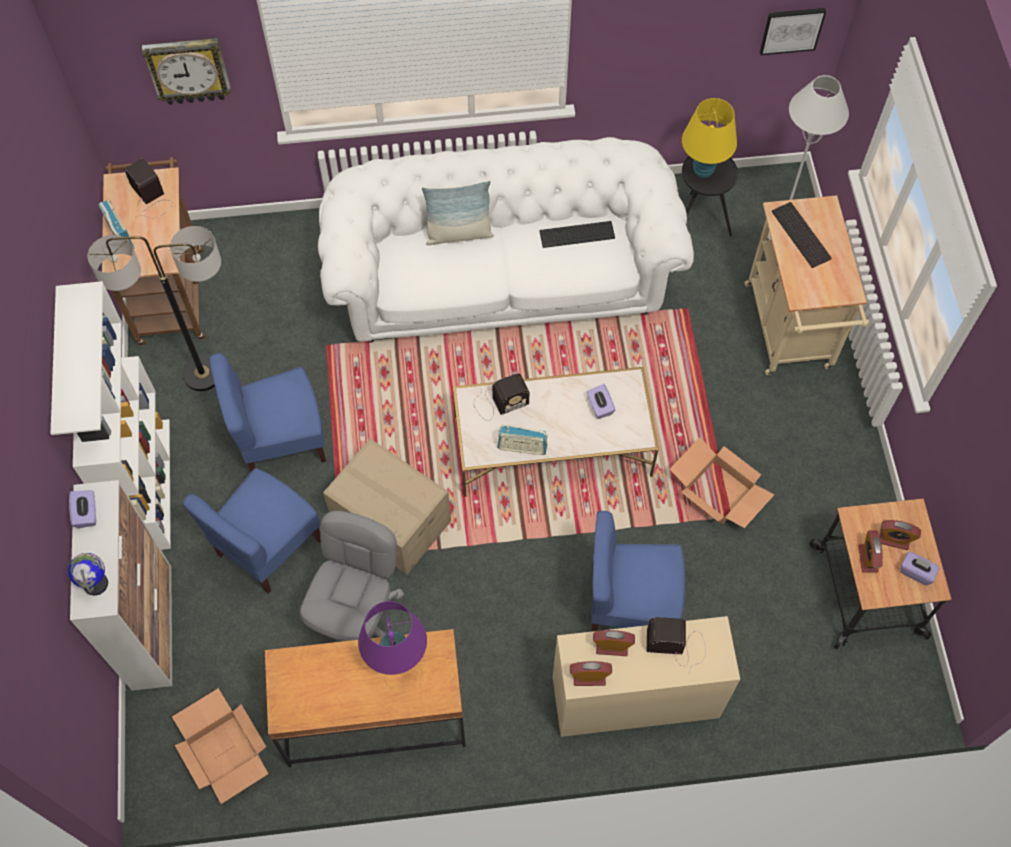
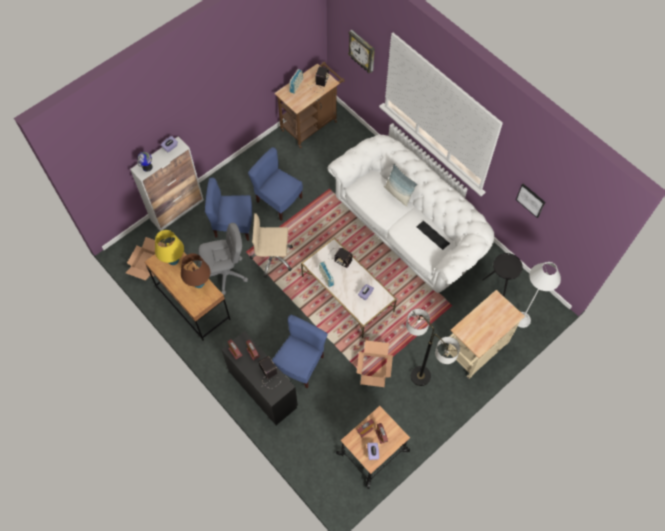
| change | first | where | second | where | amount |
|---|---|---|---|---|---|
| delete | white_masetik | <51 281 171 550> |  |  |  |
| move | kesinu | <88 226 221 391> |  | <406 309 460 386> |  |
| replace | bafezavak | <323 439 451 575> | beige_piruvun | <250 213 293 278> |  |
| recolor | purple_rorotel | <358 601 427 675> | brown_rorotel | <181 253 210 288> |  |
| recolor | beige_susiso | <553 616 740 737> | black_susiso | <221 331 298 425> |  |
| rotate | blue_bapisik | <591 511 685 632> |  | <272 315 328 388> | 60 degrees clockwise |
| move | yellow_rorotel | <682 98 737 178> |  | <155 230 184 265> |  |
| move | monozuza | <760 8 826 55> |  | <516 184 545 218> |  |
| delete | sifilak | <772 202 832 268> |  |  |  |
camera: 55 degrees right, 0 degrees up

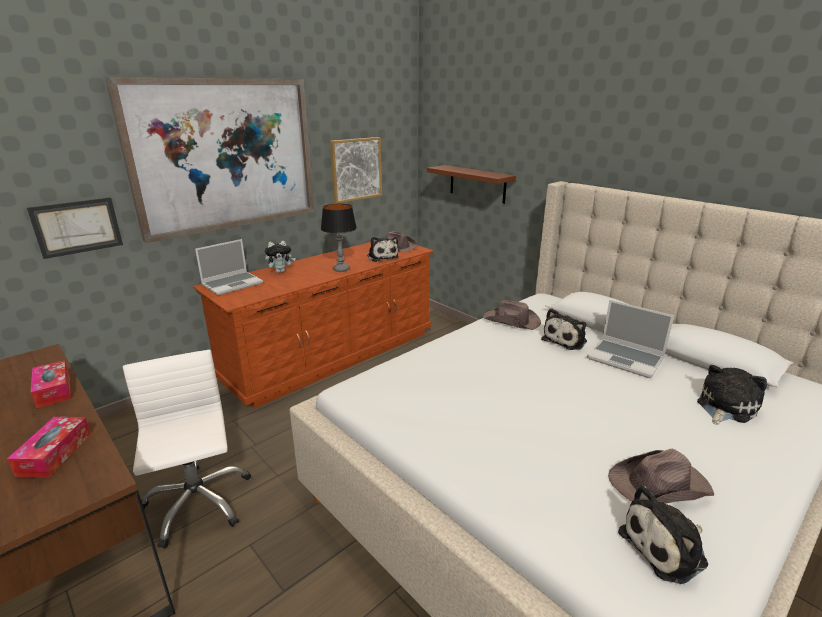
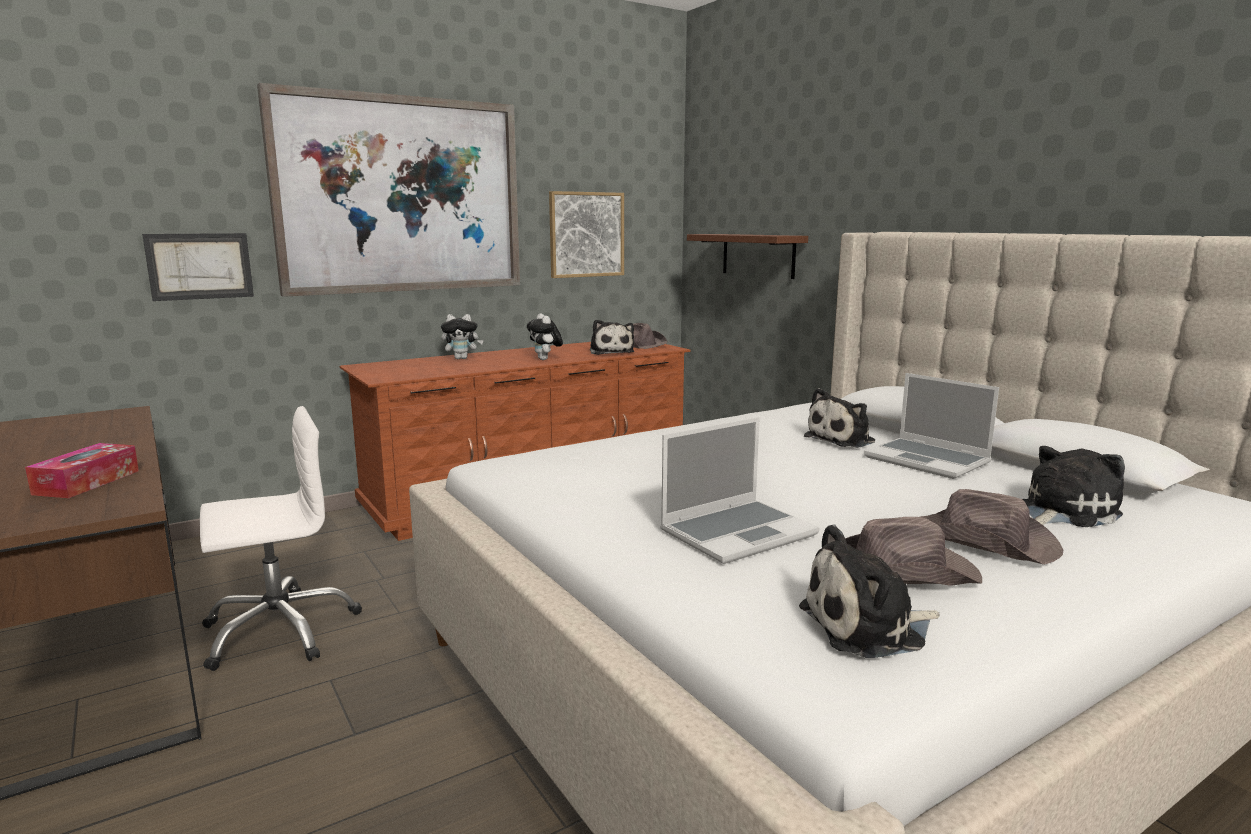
| change | first | where | second | where | amount |
|---|---|---|---|---|---|
| delete | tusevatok | <31 360 71 408> |  |  |  |
| rotate | white_piruvun | <123 350 251 549> |  | <200 406 362 671> | 75 degrees clockwise |
| move | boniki | <195 239 263 295> |  | <660 417 820 564> |  |
| replace | rorotel | <321 203 357 272> | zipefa | <527 313 563 360> |  |
| move | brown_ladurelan | <483 300 541 330> |  | <920 489 1063 565> |  |
camera: 10 degrees right, 10 degrees down

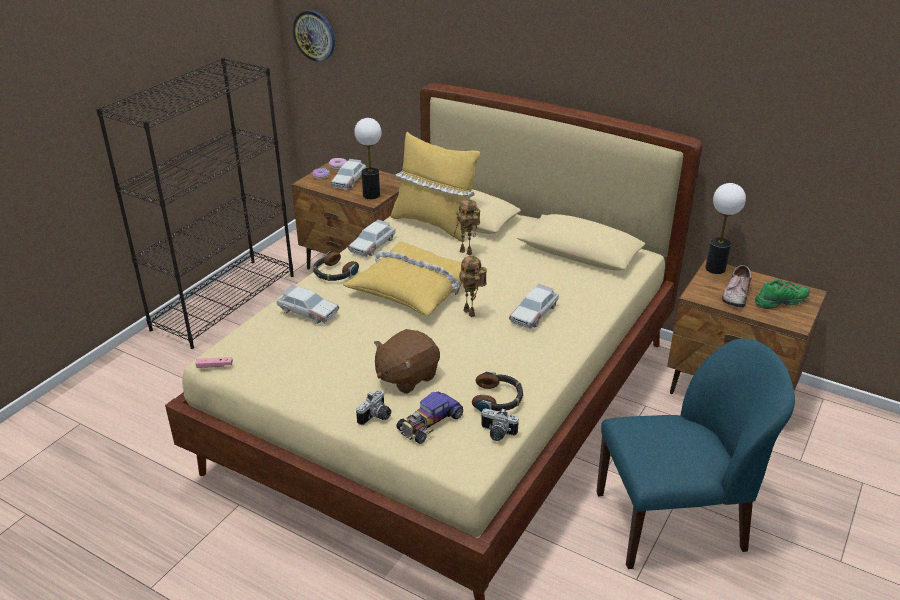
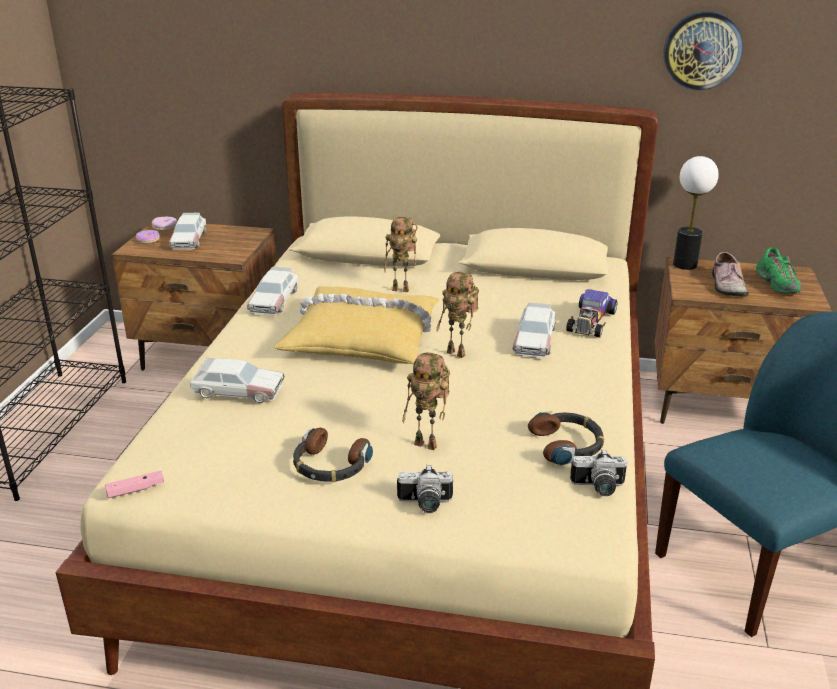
| change | first | where | second | where | amount |
|---|---|---|---|---|---|
| move | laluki | <293 10 335 62> |  | <663 11 743 90> |  |
| move | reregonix | <313 251 359 281> |  | <293 428 373 482> |  |
| delete | rorotel | <354 118 382 199> |  |  |  |
| rotate | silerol | <356 390 391 425> |  | <397 465 453 513> | 75 degrees clockwise |
| replace | brown_zipefa | <374 329 440 394> | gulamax | <402 352 450 450> |  |
| delete | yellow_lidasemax | <391 132 480 242> |  |  |  |
| move | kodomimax | <396 392 463 444> |  | <566 289 617 337> |  |
| rotate | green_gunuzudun | <755 279 810 309> |  | <756 247 802 294> | 120 degrees clockwise |
camera: 20 degrees left, 5 degrees down

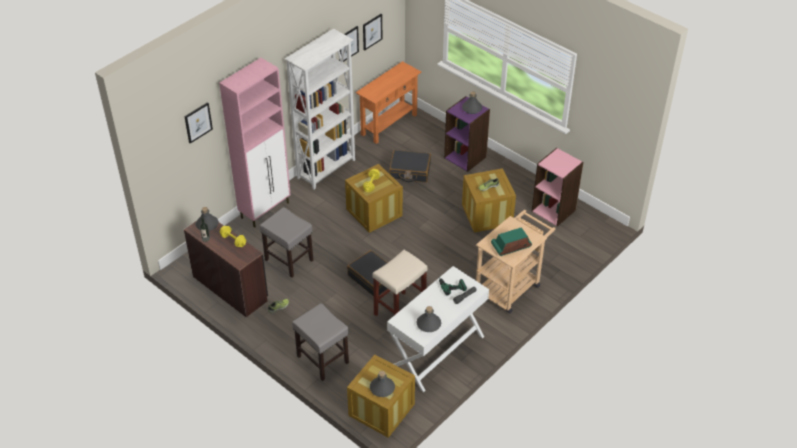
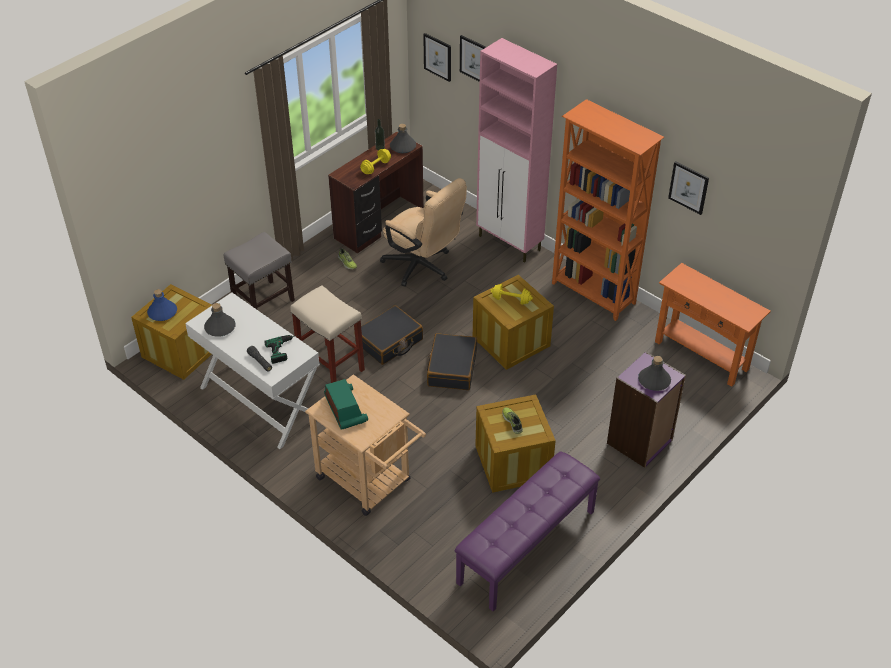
| change | first | where | second | where | amount |
|---|---|---|---|---|---|
| replace | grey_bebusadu | <260 207 313 278> | beige_piruvun | <380 178 467 287> |  |
| recolor | white_masetik | <285 29 355 190> | orange_masetik | <552 99 664 321> |  |
| move | monozuza | <363 14 382 51> |  | <423 33 451 82> |  |
| recolor | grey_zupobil | <370 371 395 397> | blue_zupobil | <147 289 177 321> |  |
| move | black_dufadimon | <389 150 431 182> |  | <427 333 477 390> |  |
| replace | pink_masetik | <532 148 584 226> | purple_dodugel | <455 451 600 611> |  |
camera: 90 degrees right, 0 degrees up

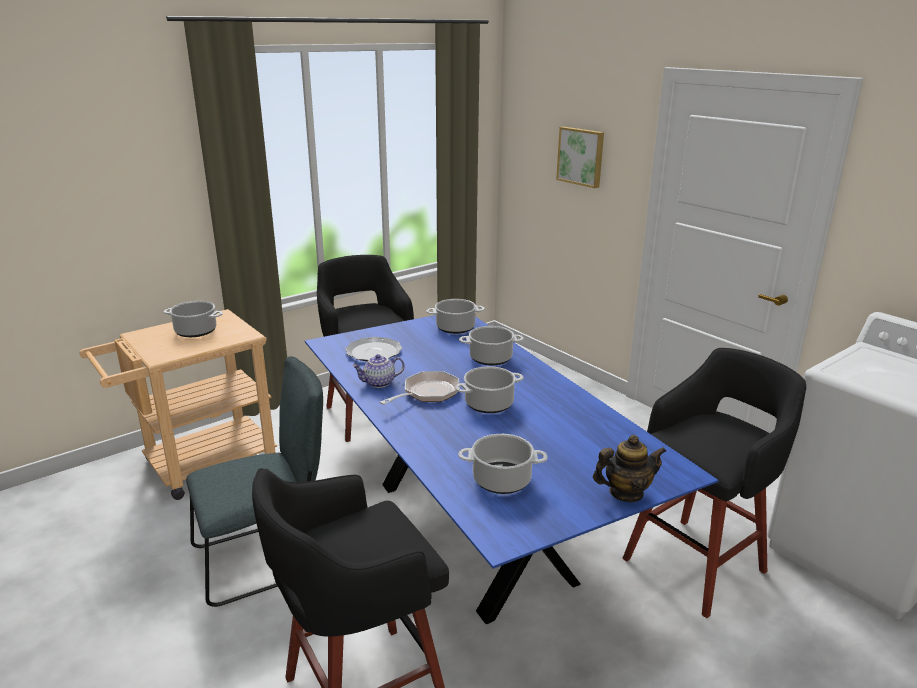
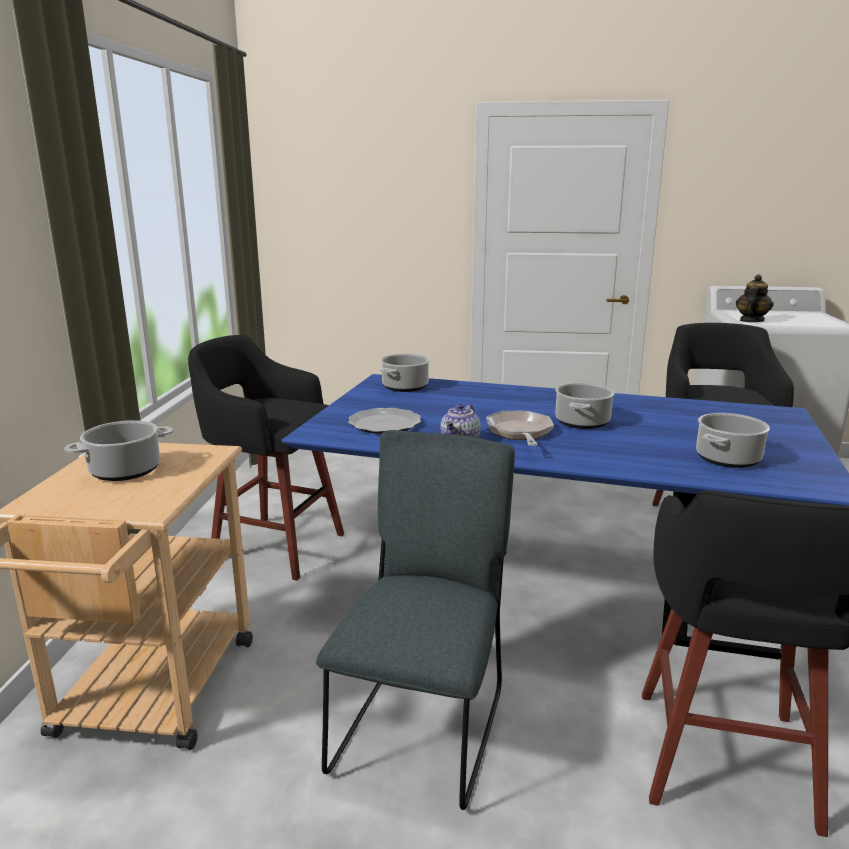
| change | first | where | second | where | amount |
|---|---|---|---|---|---|
| delete | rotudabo | <459 326 524 365> |  |  |  |
| delete | monozuza | <556 127 604 188> |  |  |  |
| move | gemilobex | <593 435 666 502> |  | <736 274 774 322> |  |
camera: 45 degrees left, 5 degrees down

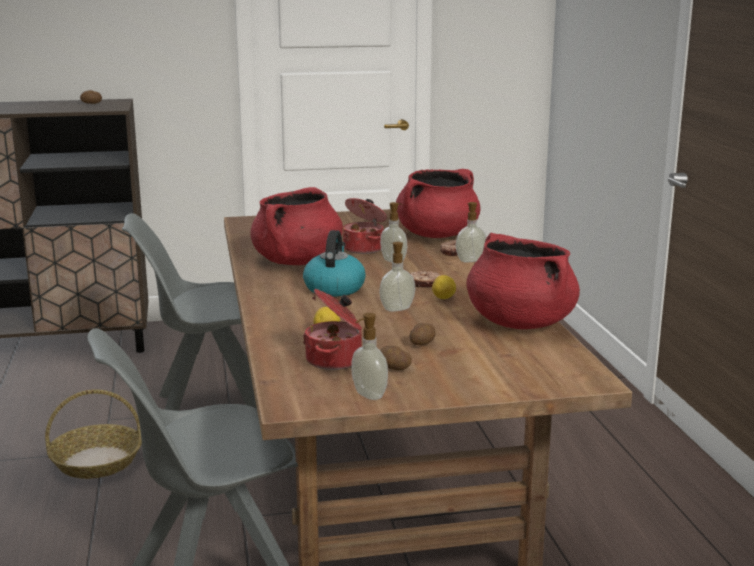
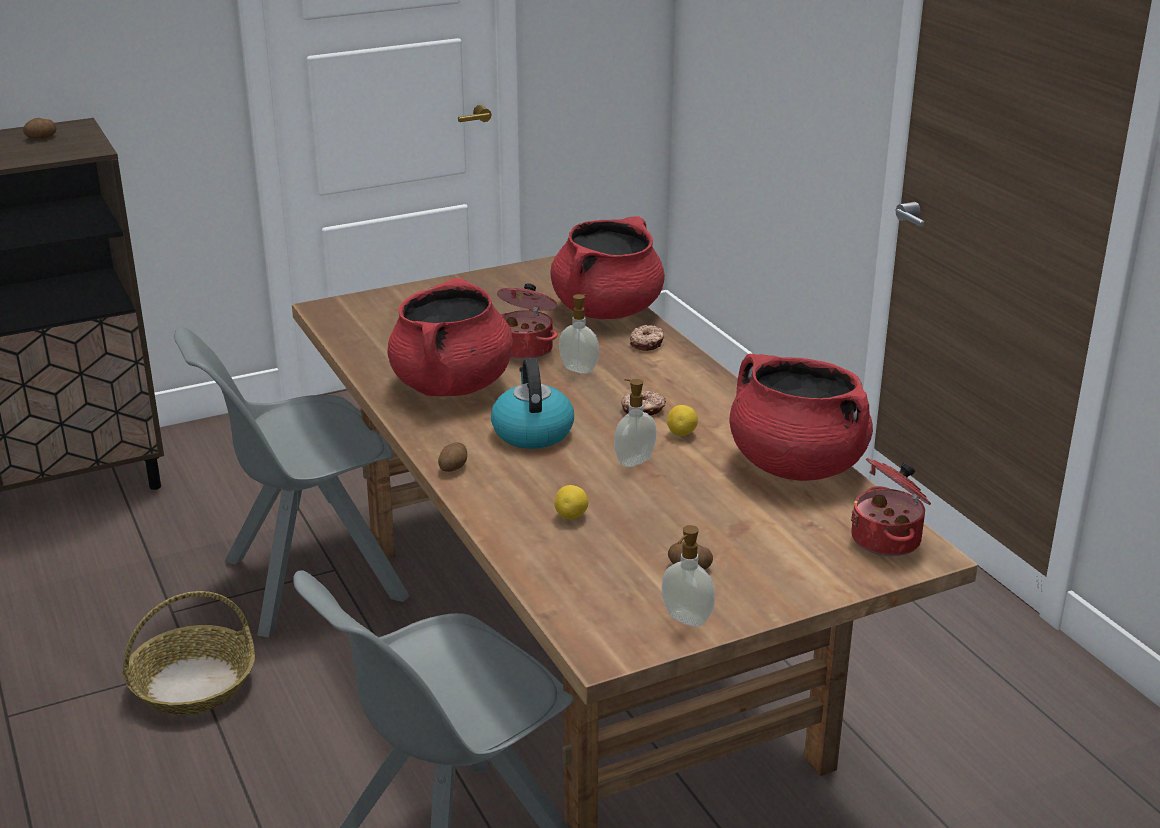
| change | first | where | second | where | amount |
|---|---|---|---|---|---|
| move | rotudabo | <303 289 362 370> |  | <851 458 931 557> |  |
| move | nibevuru | <410 323 436 345> |  | <438 442 467 472> |  |
| delete | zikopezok | <456 202 487 263> |  |  |  |
camera: 15 degrees left, 10 degrees up

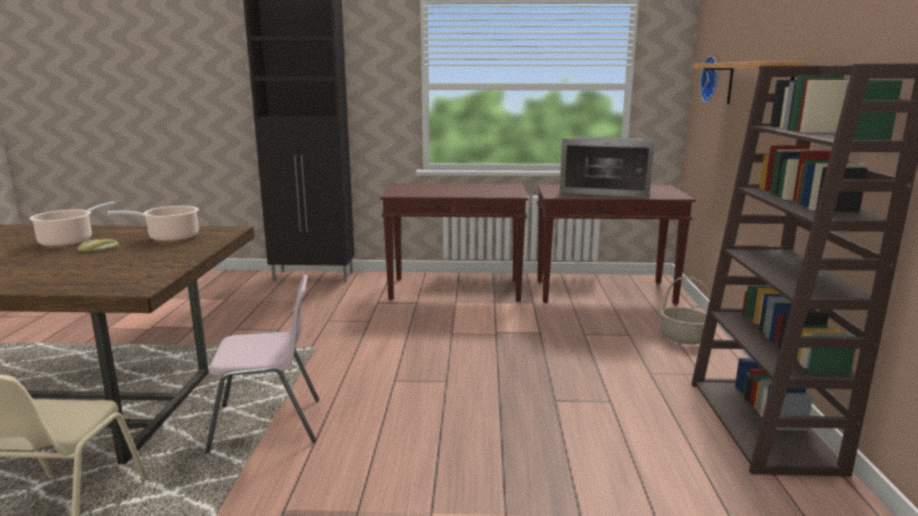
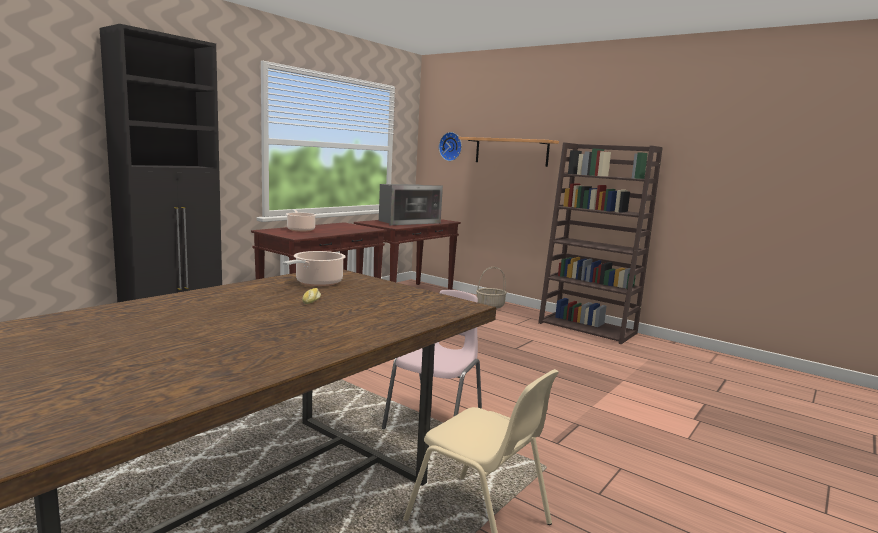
| change | first | where | second | where | amount |
|---|---|---|---|---|---|
| move | rotudabo | <29 202 116 247> |  | <286 209 316 232> |  |
camera: 55 degrees left, 5 degrees down

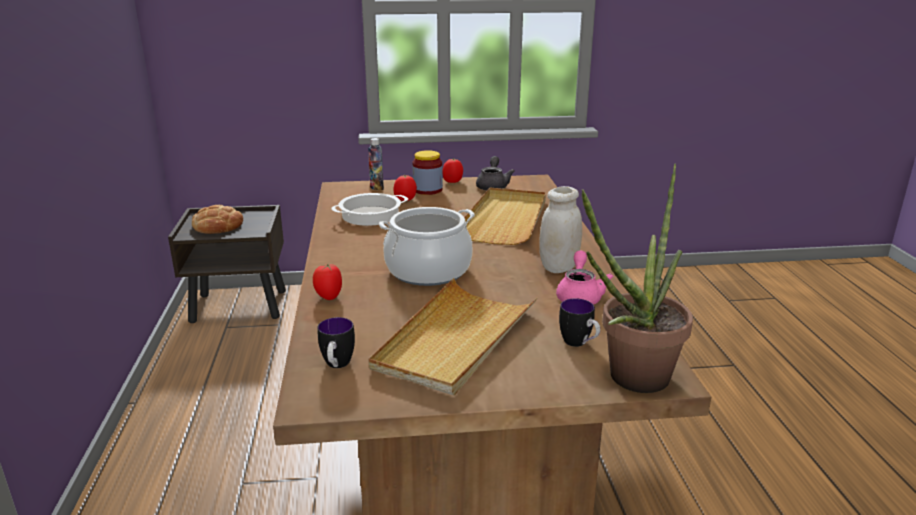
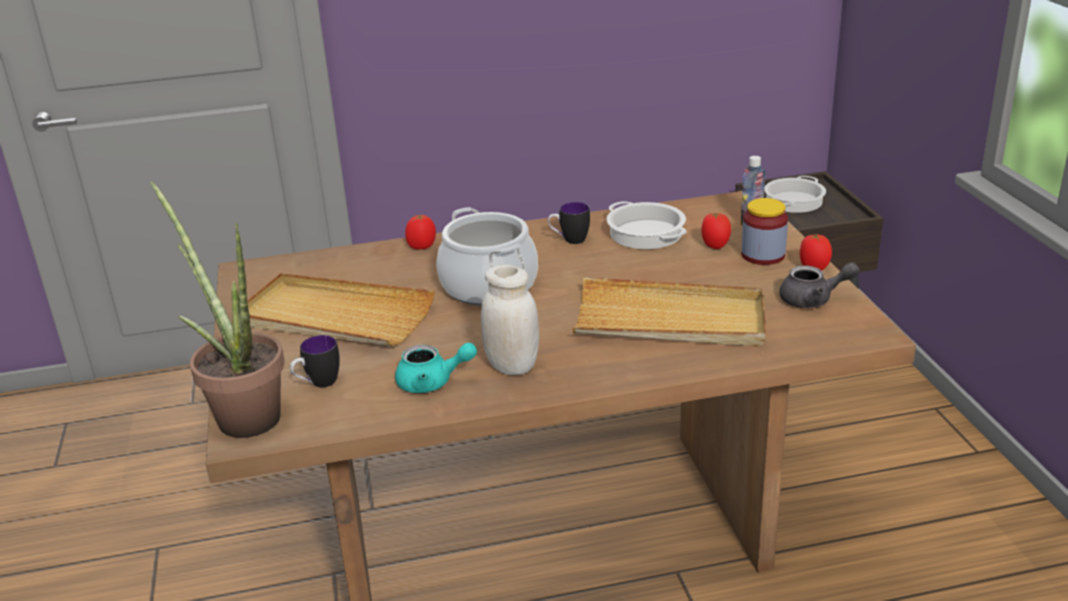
| change | first | where | second | where | amount |
|---|---|---|---|---|---|
| replace | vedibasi | <192 205 243 234> | rotudabo | <764 176 826 213> |  |
| move | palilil | <317 317 355 368> |  | <548 202 590 244> |  |
| recolor | pink_gemilobex | <556 250 613 305> | turquoise_gemilobex | <395 342 477 393> |  |
camera: 85 degrees right, 5 degrees up

